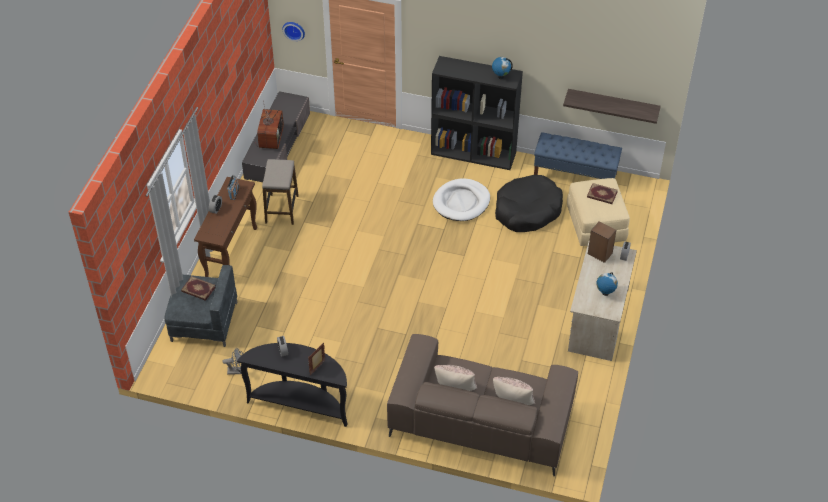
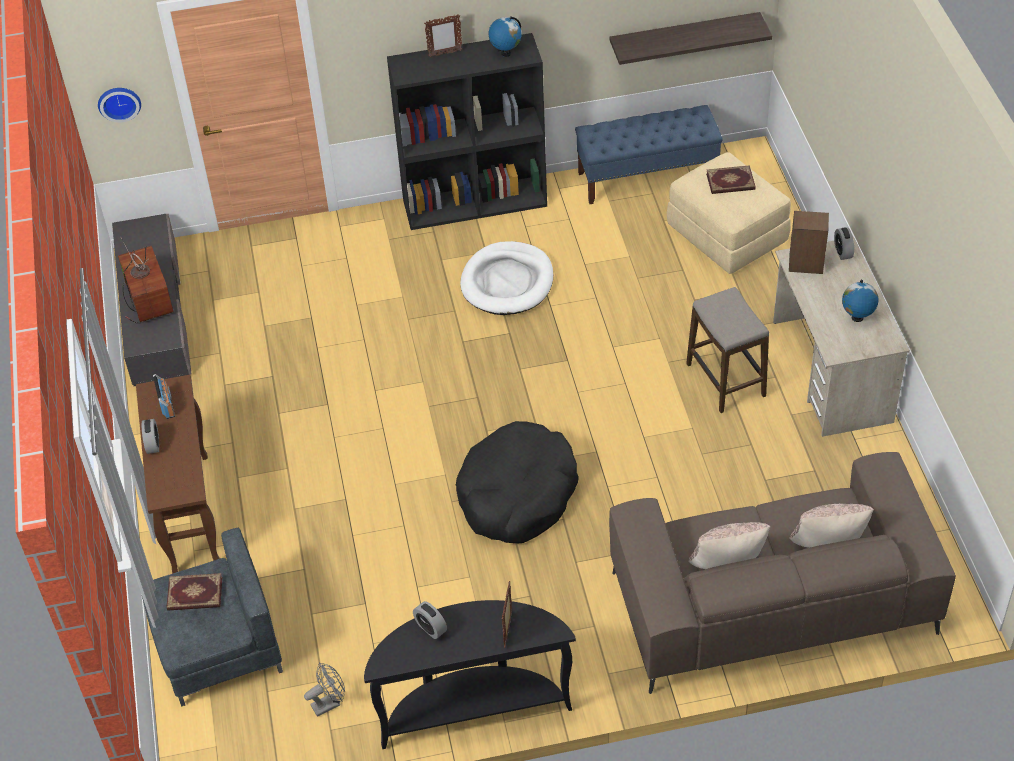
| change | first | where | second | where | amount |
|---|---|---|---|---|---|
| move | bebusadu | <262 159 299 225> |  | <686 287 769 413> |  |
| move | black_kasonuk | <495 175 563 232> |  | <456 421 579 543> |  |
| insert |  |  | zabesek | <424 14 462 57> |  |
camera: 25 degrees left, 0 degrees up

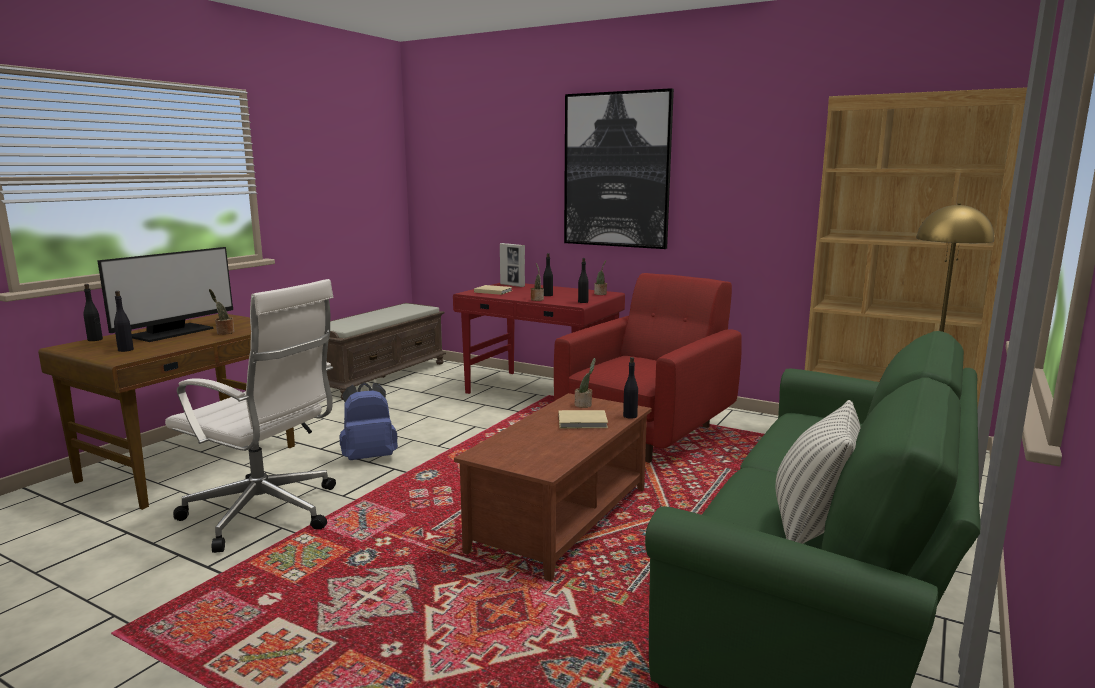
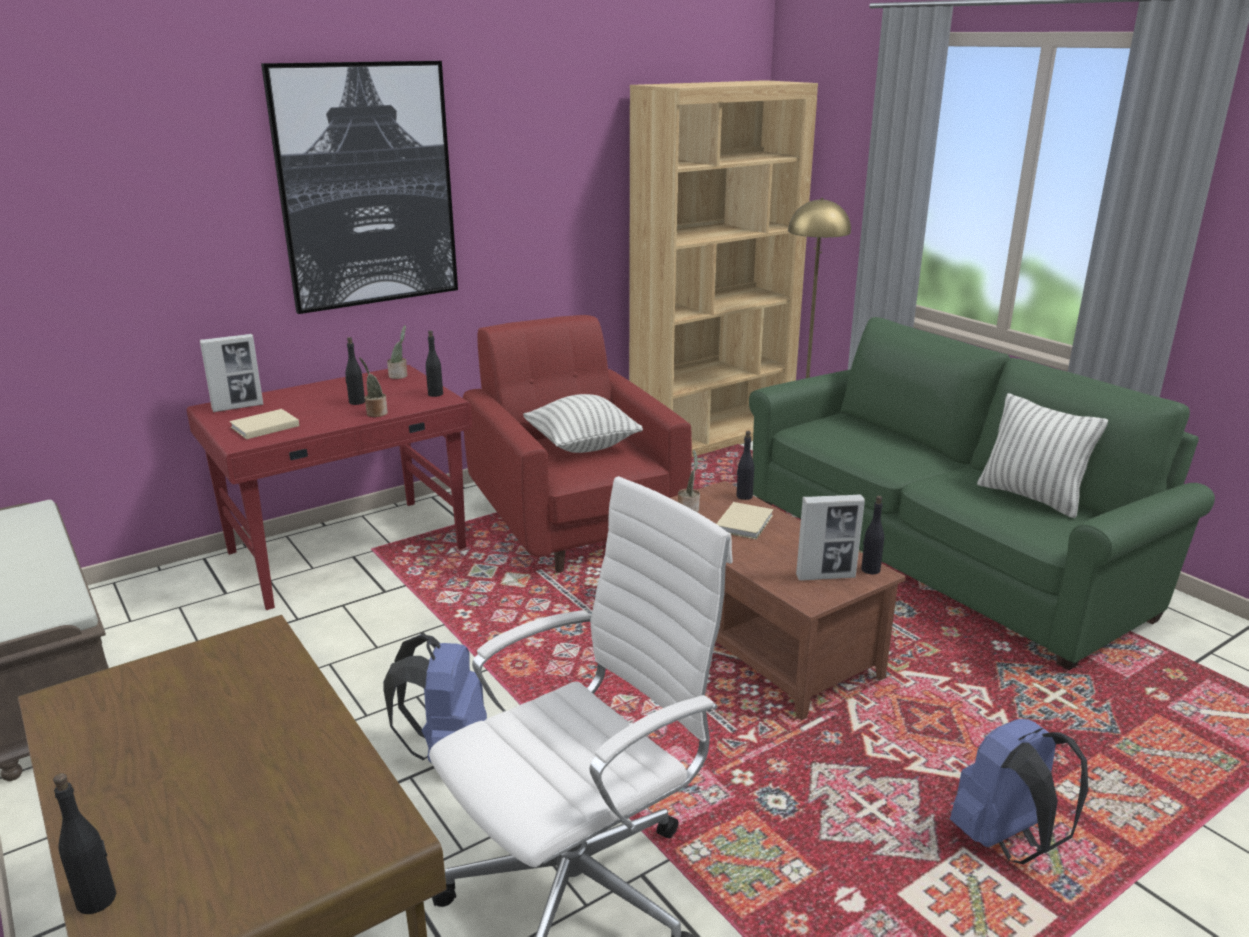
| change | first | where | second | where | amount |
|---|---|---|---|---|---|
| delete | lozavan | <97 247 233 342> |  |  |  |
| move | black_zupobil | <114 291 134 352> |  | <861 496 884 574> |  |
| delete | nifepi | <209 289 234 335> |  |  |  |
| insert |  |  | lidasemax | <523 394 643 453> |  |
| insert |  |  | zabesek | <796 494 865 581> |  |
| insert |  |  | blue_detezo | <950 719 1088 864> |  |
camera: 65 degrees left, 10 degrees up

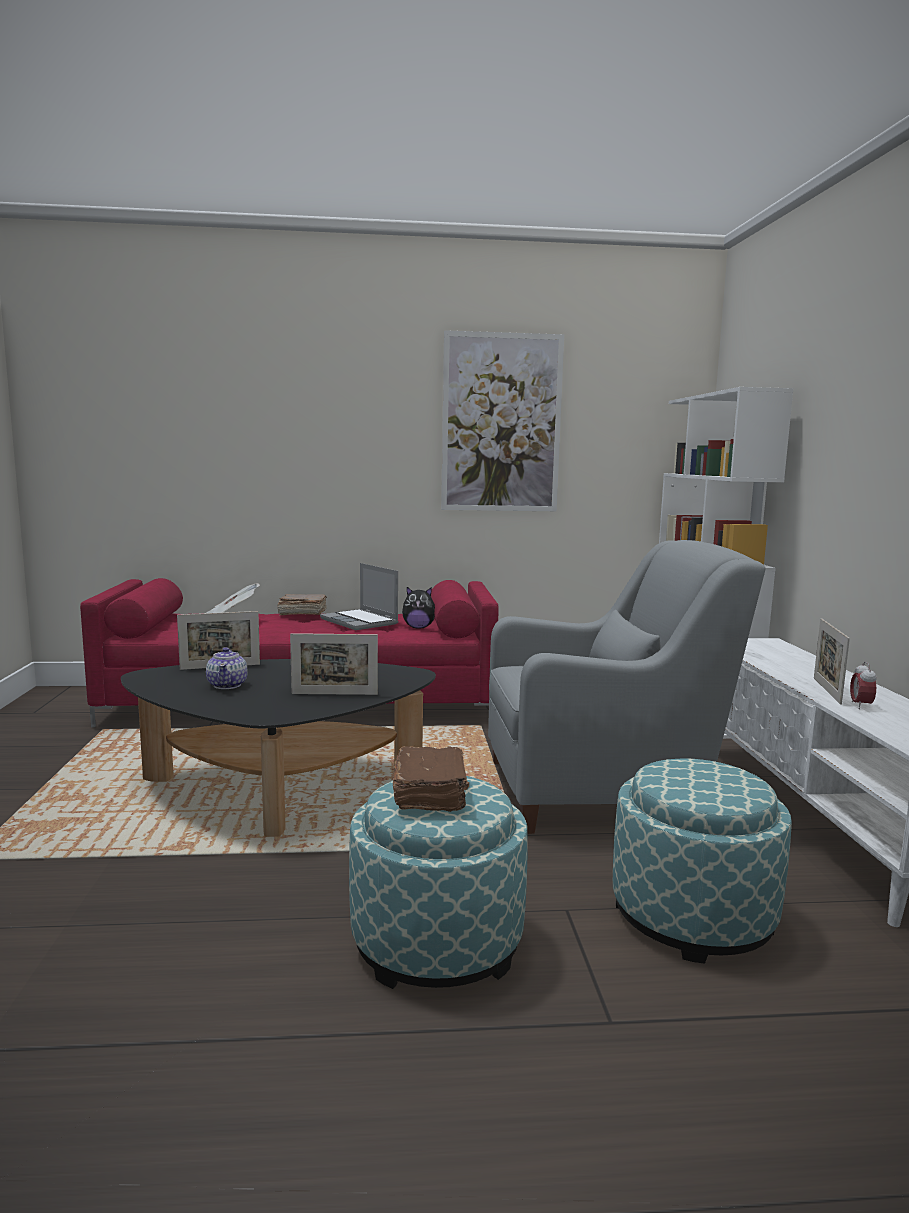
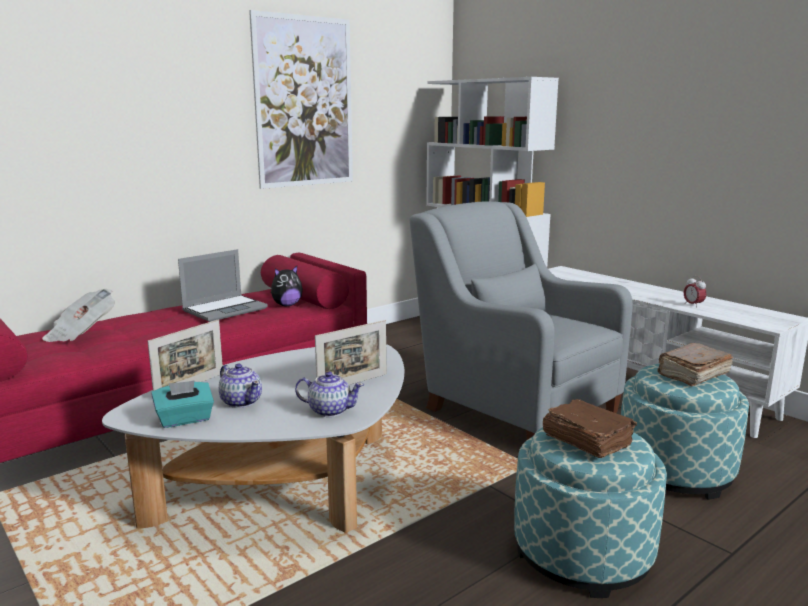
| change | first | where | second | where | amount |
|---|---|---|---|---|---|
| recolor | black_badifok | <121 659 436 837> | white_badifok | <102 344 404 533> |  |
| move | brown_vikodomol | <277 594 327 615> |  | <658 343 733 386> |  |
| rotate | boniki | <320 563 398 630> |  | <178 249 267 322> | 60 degrees counterclockwise |
| rotate | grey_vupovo | <488 540 766 834> |  | <409 201 633 440> | 90 degrees counterclockwise |
| delete | zabesek | <814 618 850 705> |  |  |  |
| insert |  |  | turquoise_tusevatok | <151 380 214 428> |  |
| insert |  |  | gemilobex | <295 371 364 417> |  |
camera: 35 degrees left, 5 degrees up

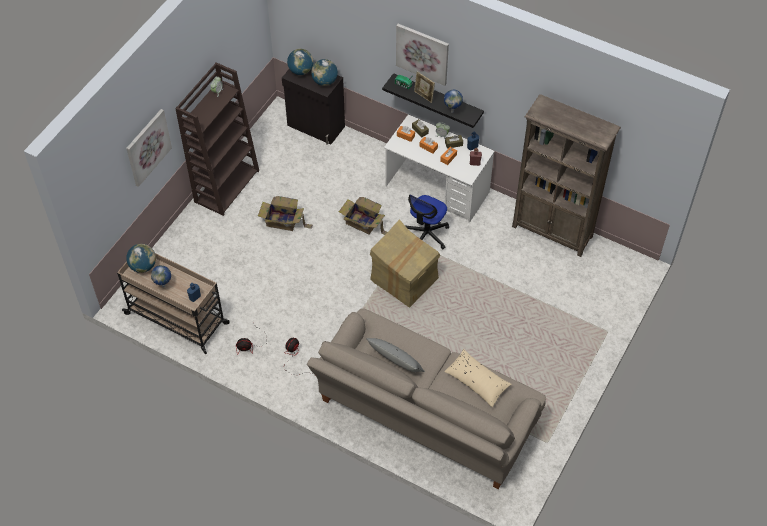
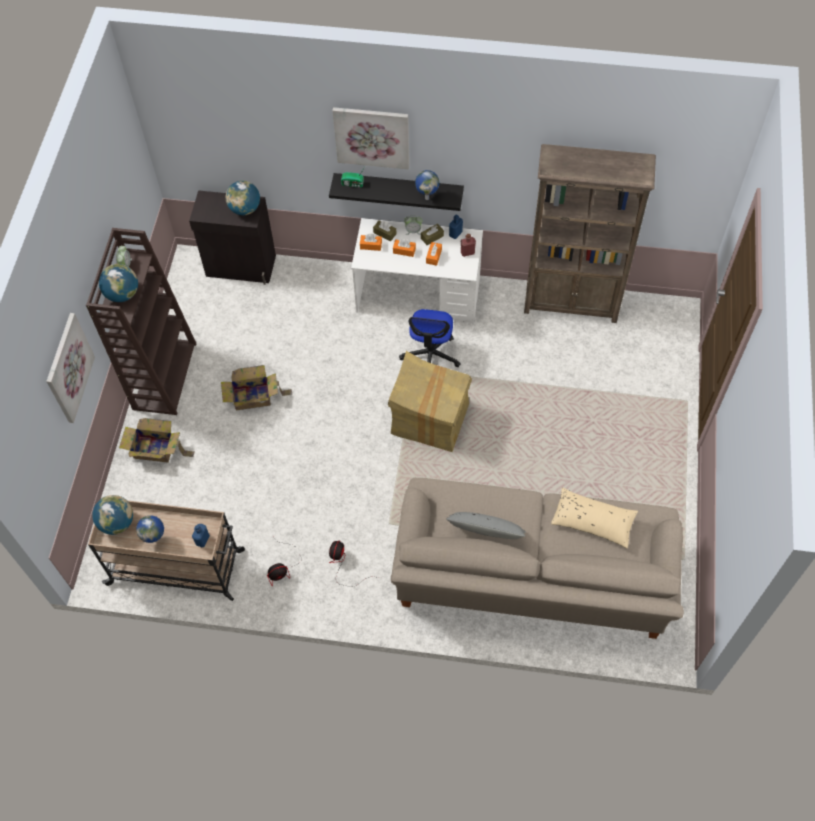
| change | first | where | second | where | amount |
|---|---|---|---|---|---|
| move | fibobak | <287 49 314 75> |  | <99 264 138 302> |  |
| move | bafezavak | <339 197 387 235> |  | <119 418 194 463> |  |
| delete | zabesek | <414 71 435 103> |  |  |  |
camera: 20 degrees left, 5 degrees up

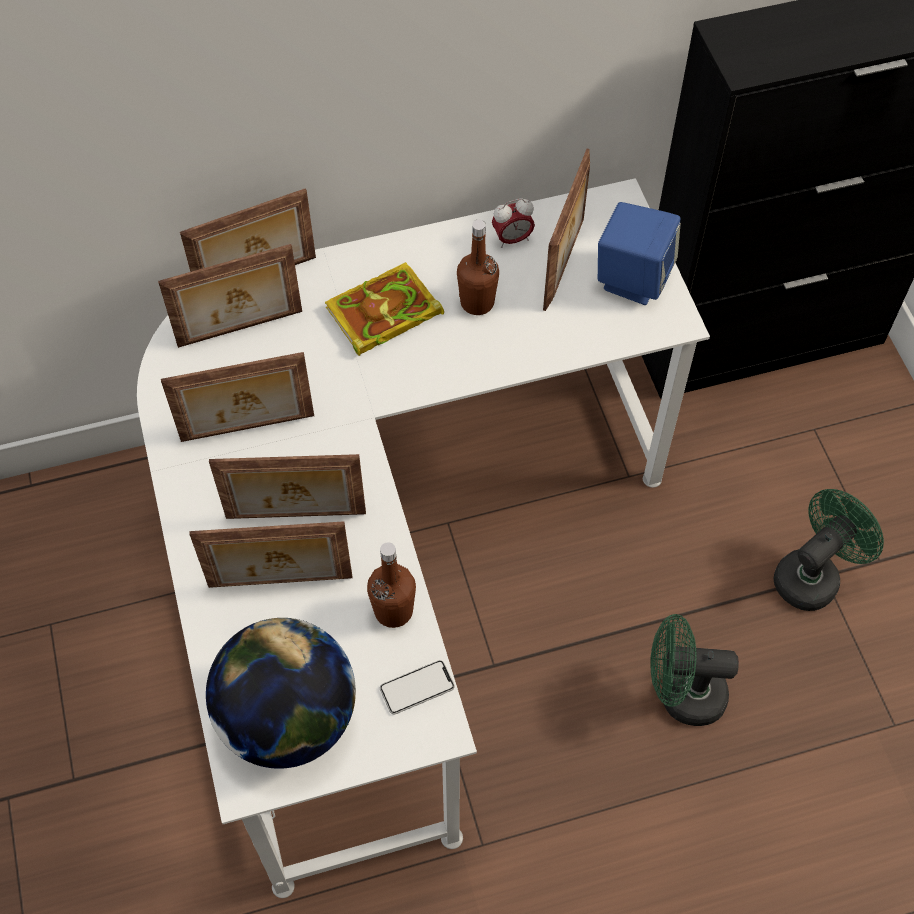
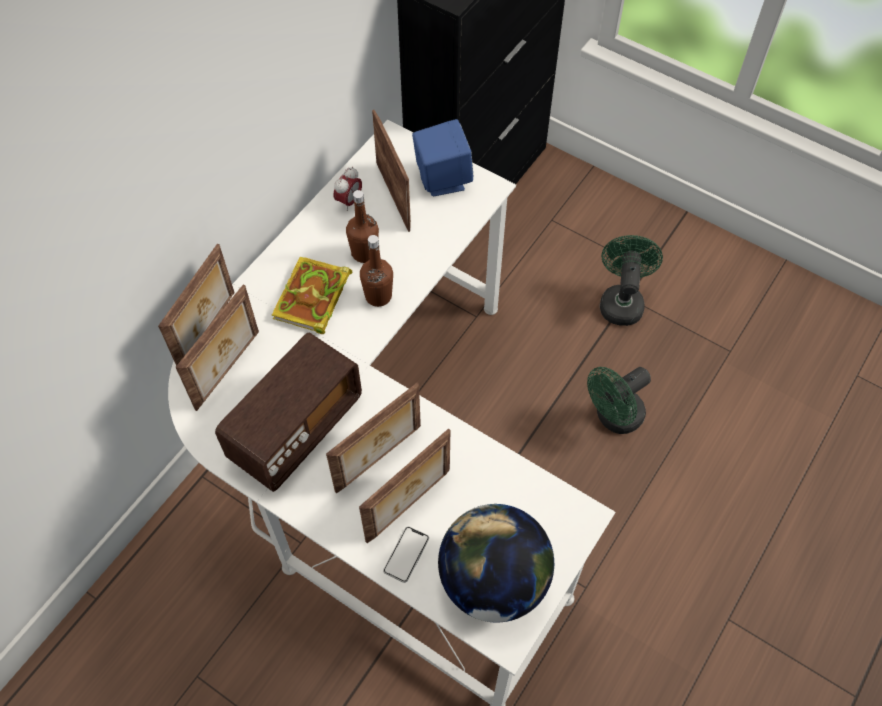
| change | first | where | second | where | amount |
|---|---|---|---|---|---|
| replace | zabesek | <161 352 314 442> | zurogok | <215 332 362 492> |  |
| move | brown_zupobil | <367 542 416 628> |  | <360 235 393 307> |  |
| move | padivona | <380 660 455 714> |  | <383 527 429 583> |  |
camera: 40 degrees left, 0 degrees up

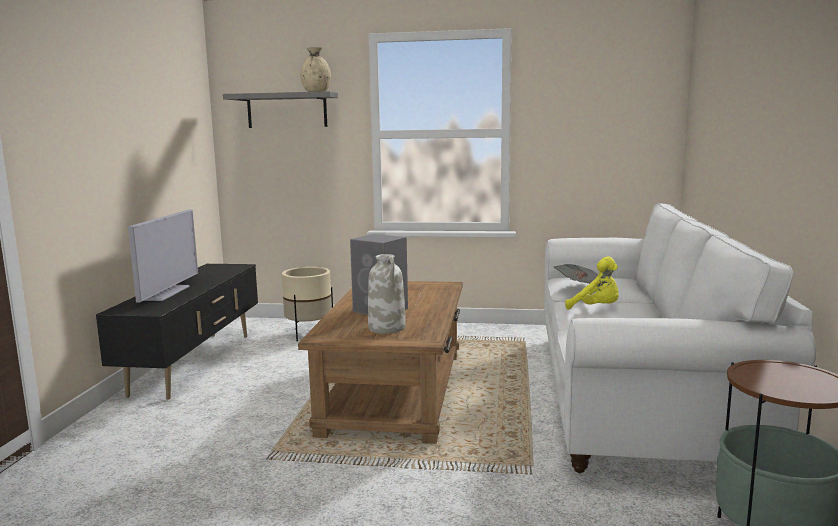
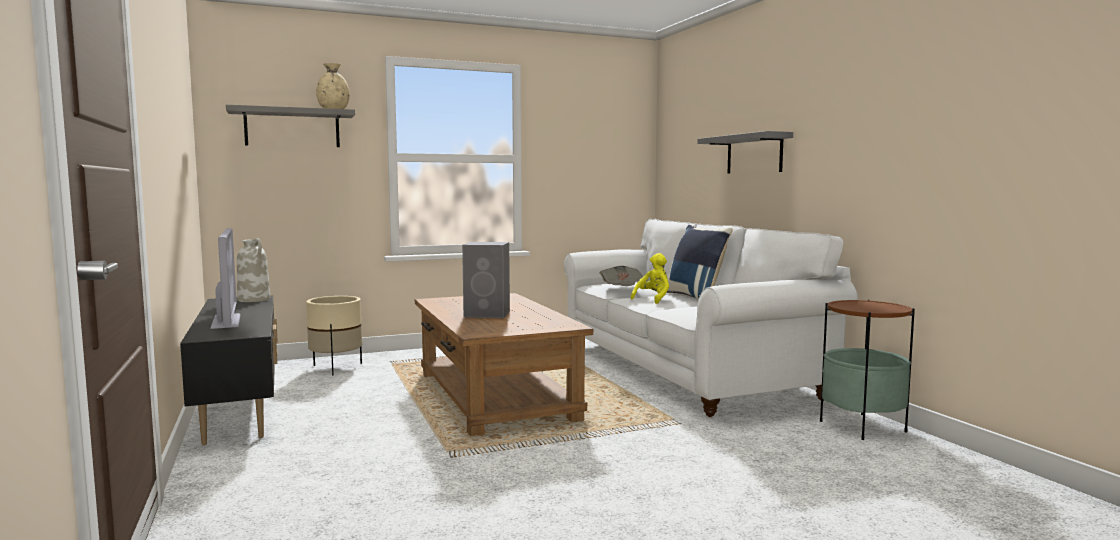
| change | first | where | second | where | amount |
|---|---|---|---|---|---|
| move | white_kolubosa | <368 254 406 334> |  | <237 238 270 302> |  |
| rotate | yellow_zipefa | <565 257 619 309> |  | <631 253 669 304> | 60 degrees counterclockwise |
| insert |  |  | blue_lidasemax | <667 225 733 300> |  |
| insert |  |  | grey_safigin | <697 131 793 173> |  |
camera: 30 degrees left, 5 degrees down

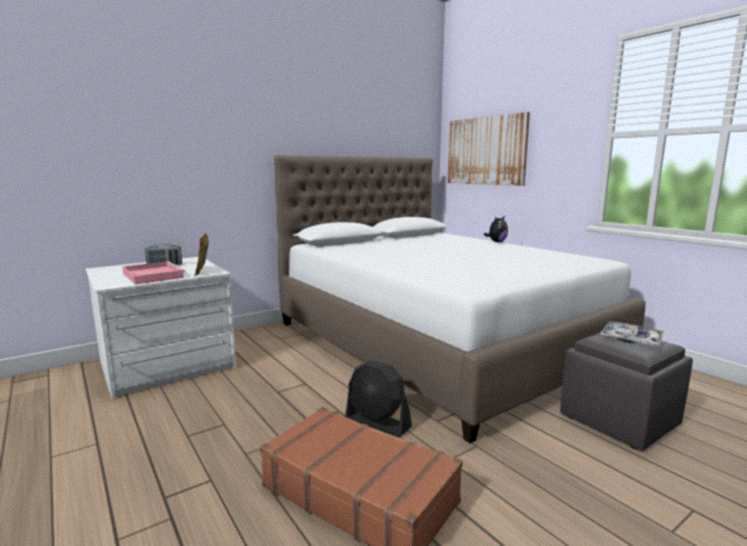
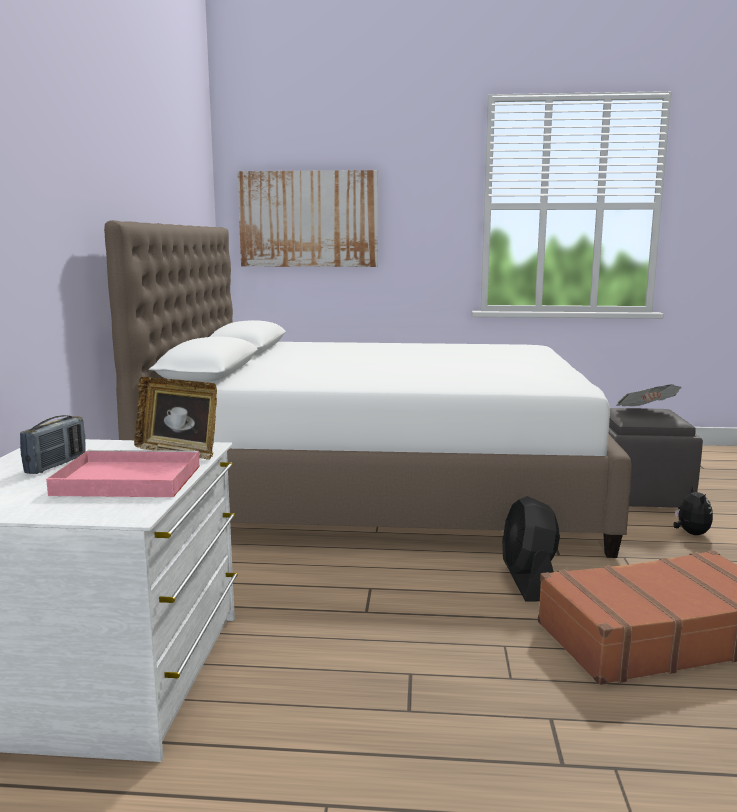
| change | first | where | second | where | amount |
|---|---|---|---|---|---|
| rotate | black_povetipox | <345 361 412 437> |  | <502 496 560 602> | 105 degrees clockwise |
| move | zipefa | <484 216 508 242> |  | <673 485 713 535> |  |
| replace | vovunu | <600 321 665 346> | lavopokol | <617 384 682 406> |  |
camera: 50 degrees left, 0 degrees up

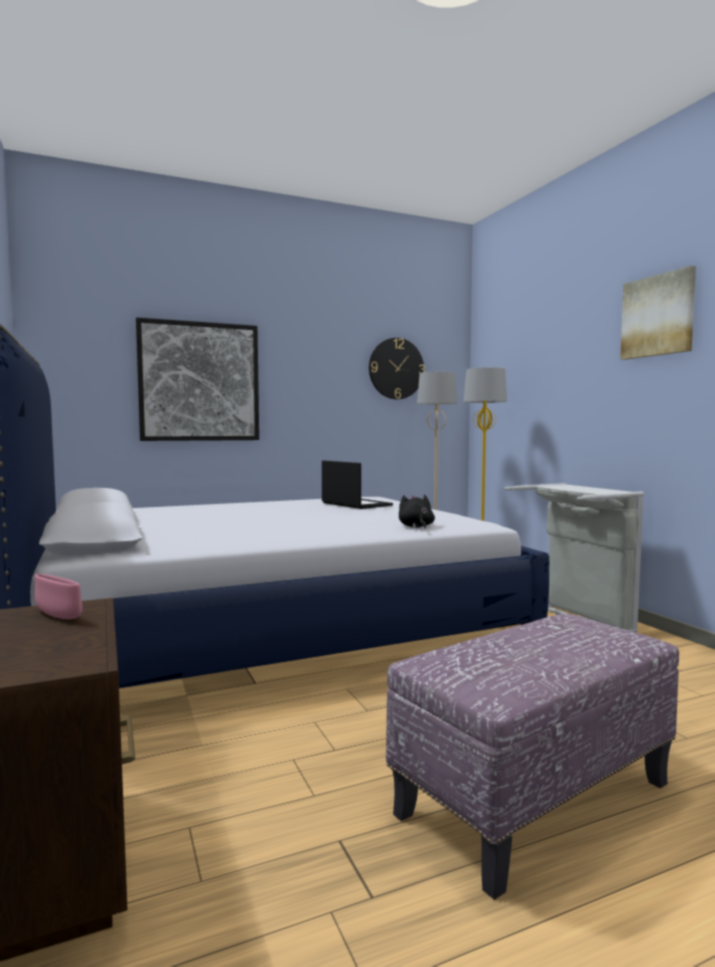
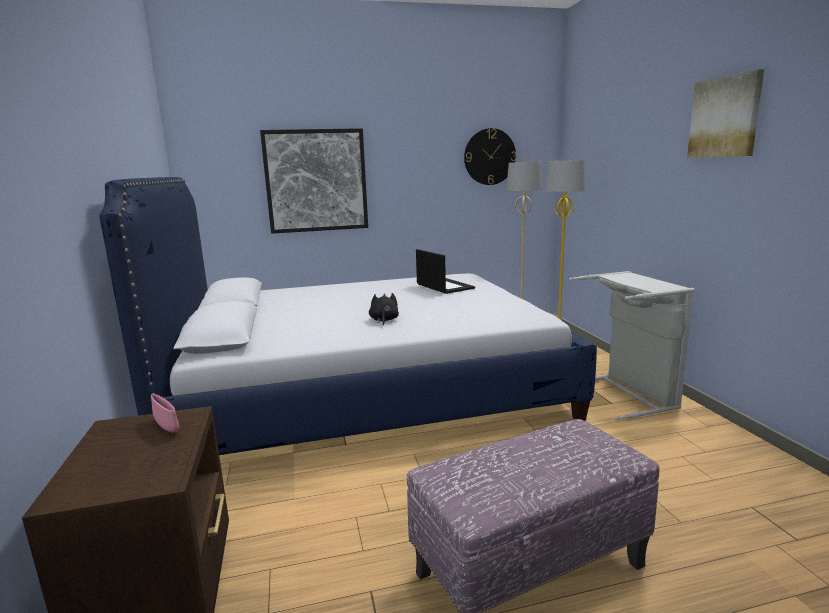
| change | first | where | second | where | amount |
|---|---|---|---|---|---|
| move | black_zipefa | <399 494 435 529> |  | <369 293 399 325> |  |
camera: 10 degrees right, 10 degrees up

